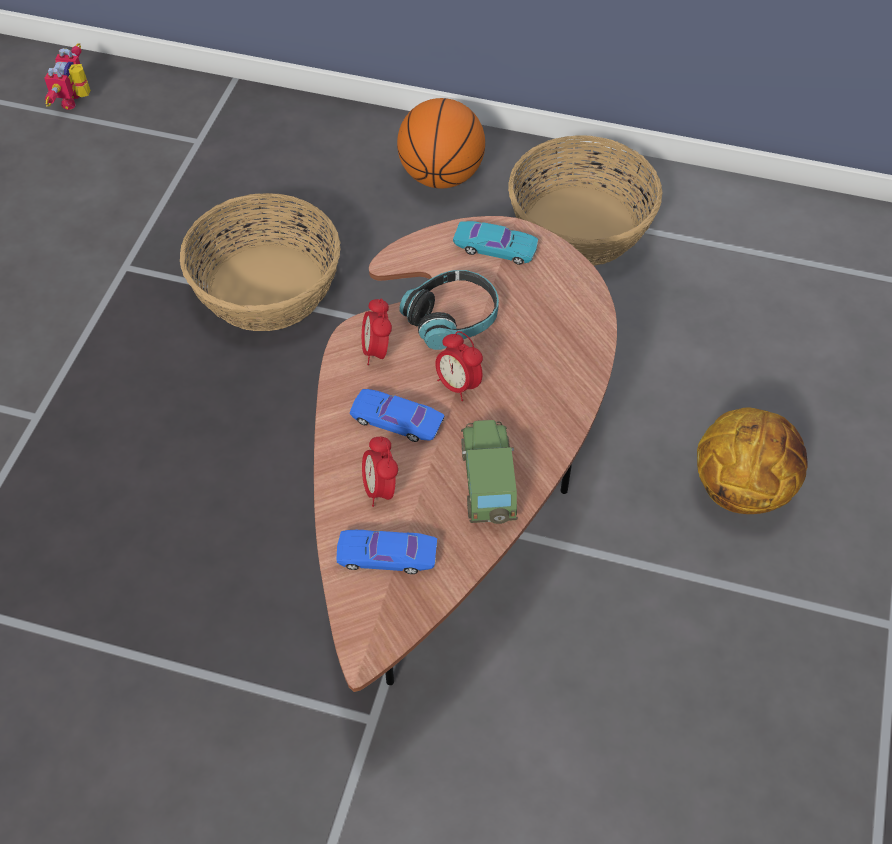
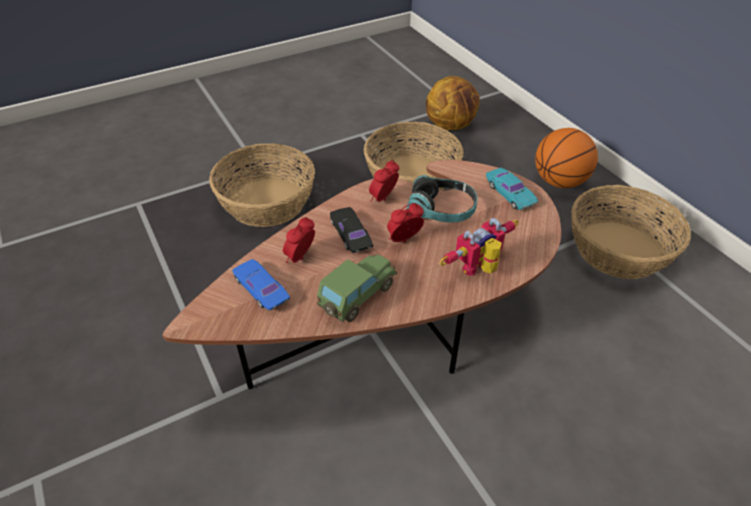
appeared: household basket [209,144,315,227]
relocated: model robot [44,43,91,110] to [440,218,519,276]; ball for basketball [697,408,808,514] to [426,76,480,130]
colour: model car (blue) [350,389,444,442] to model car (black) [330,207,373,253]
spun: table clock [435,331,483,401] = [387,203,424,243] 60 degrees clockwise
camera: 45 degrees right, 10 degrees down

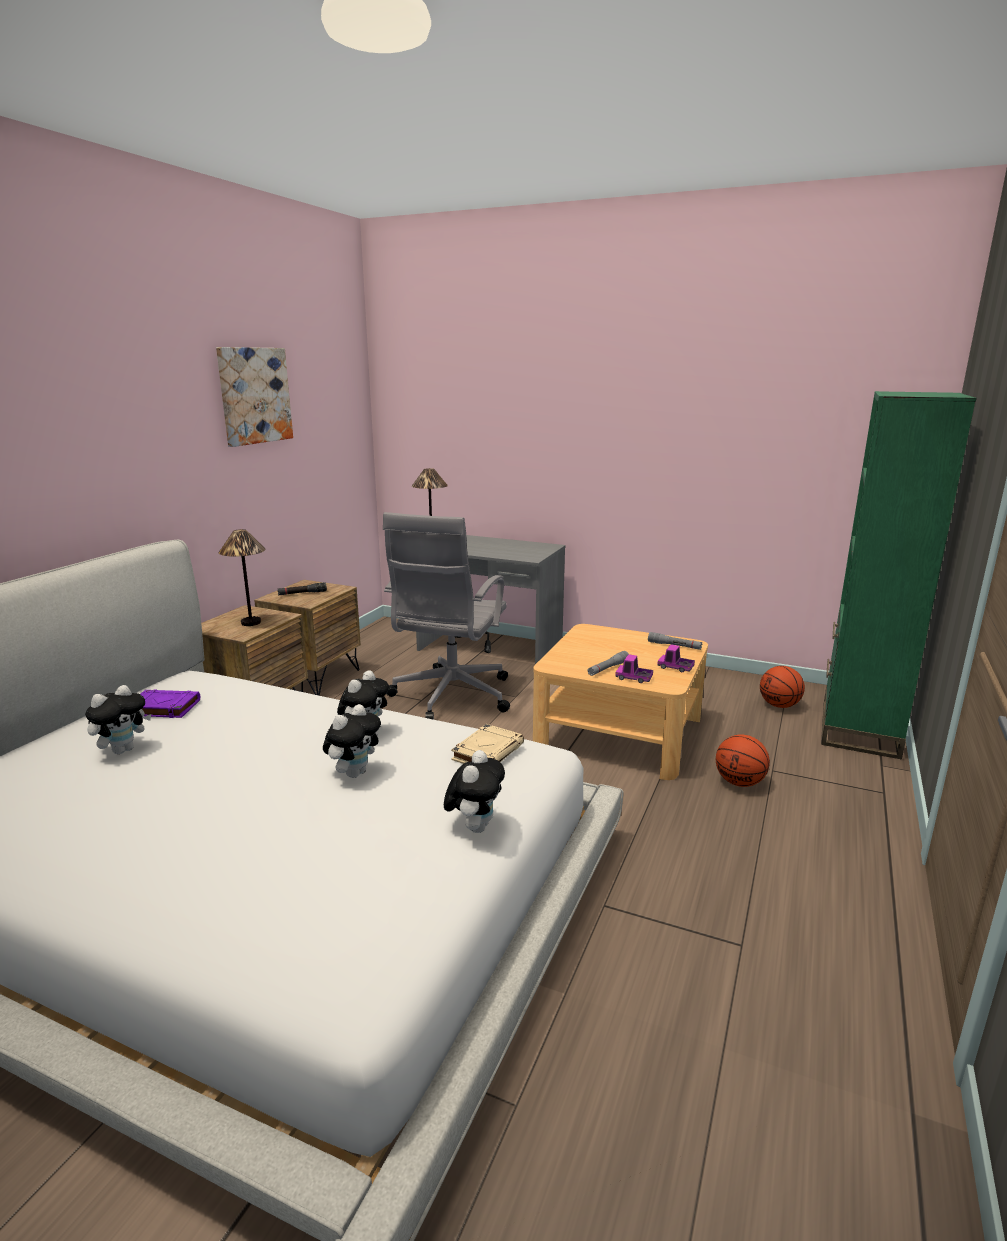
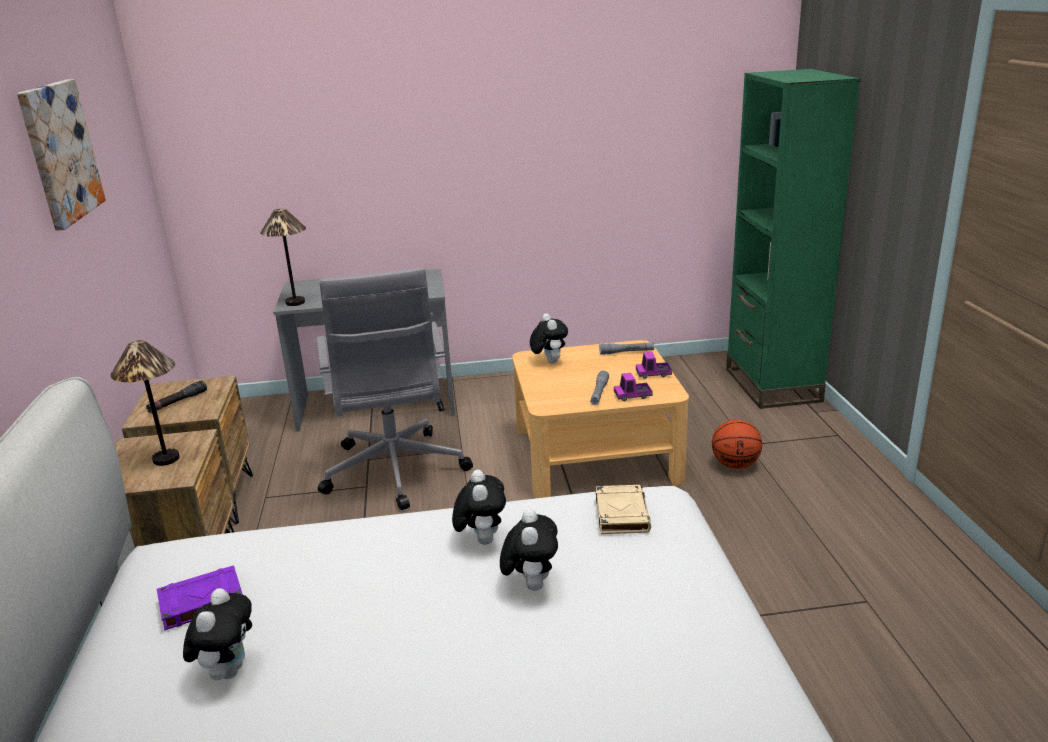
missing: ball for basketball [760,666,805,708]
relocated: plush toy [444,750,505,833] to [530,313,568,364]
camera: 30 degrees left, 5 degrees up

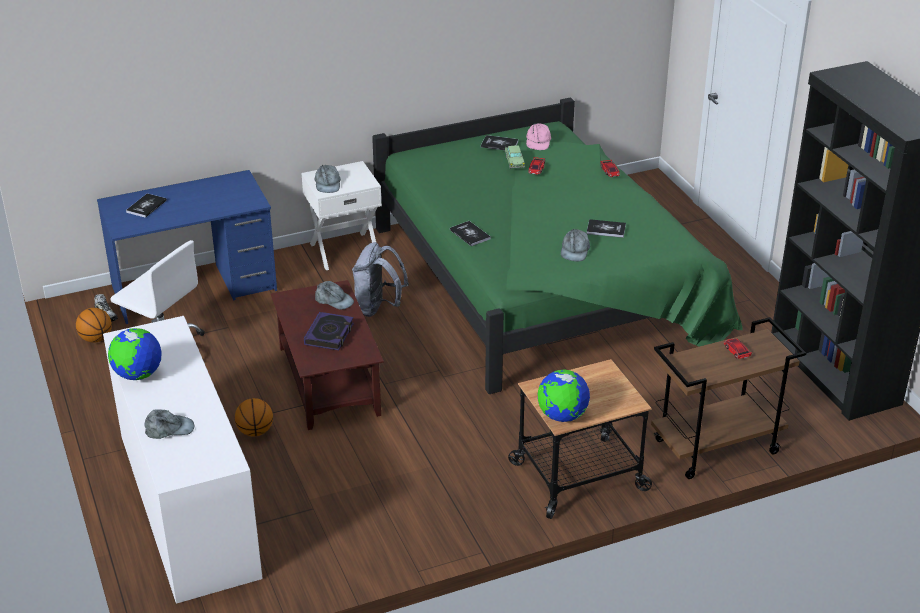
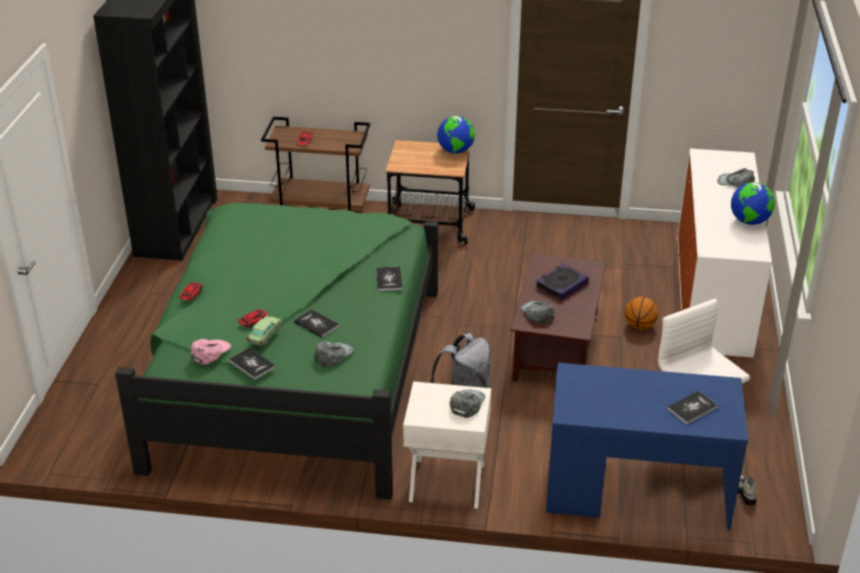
missing: ball for basketball [76,308,112,343]
relocated: baseball cap (greyish) [561,229,590,261] to [314,341,354,367]; bound book [587,219,626,238] to [294,309,340,338]
camera: 150 degrees left, 0 degrees up

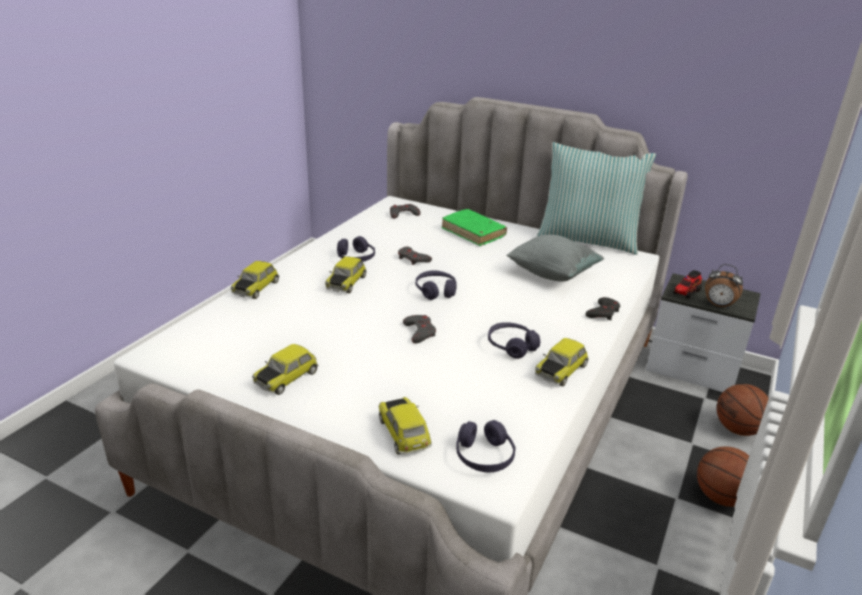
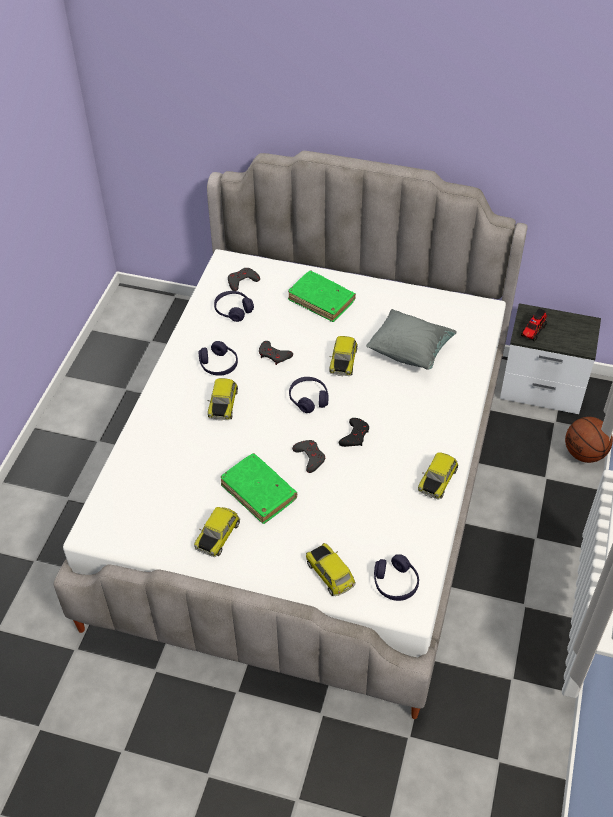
missing: cushion [536,142,656,255]; ball for basketball [697,446,749,507]; table clock [705,264,743,309]
appeared: bound book (green-coloured) [221,453,297,524]
relocated: model car [231,261,279,299] to [329,336,358,376]; pair of headphones (purple) [488,322,540,359] to [214,291,254,322]; gamepad (black) [585,297,620,320] to [339,418,369,447]
camera: 10 degrees left, 20 degrees up

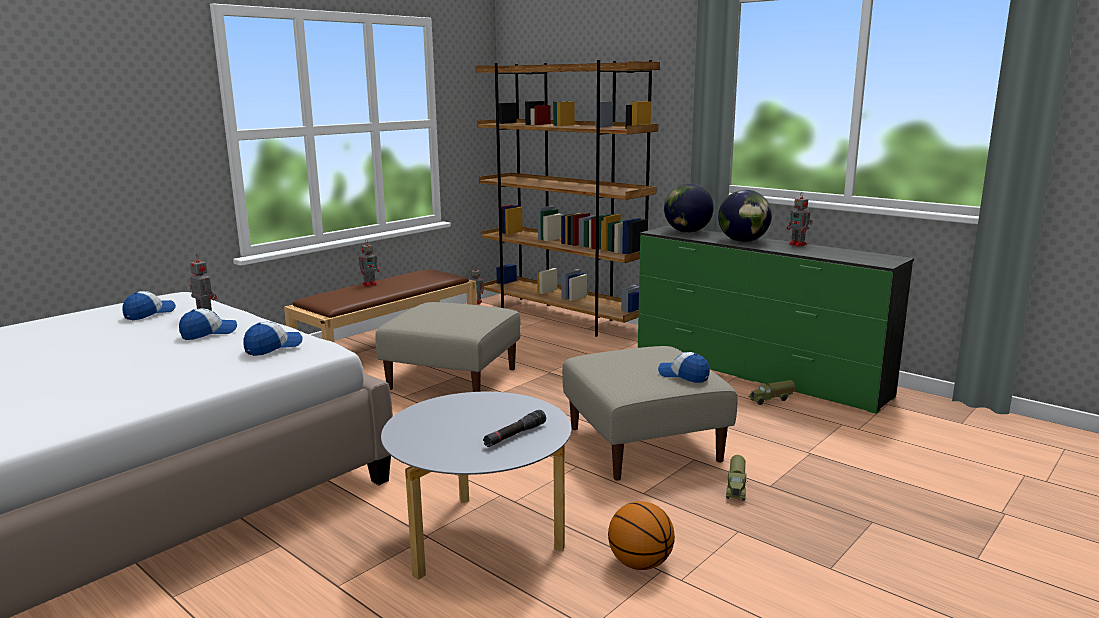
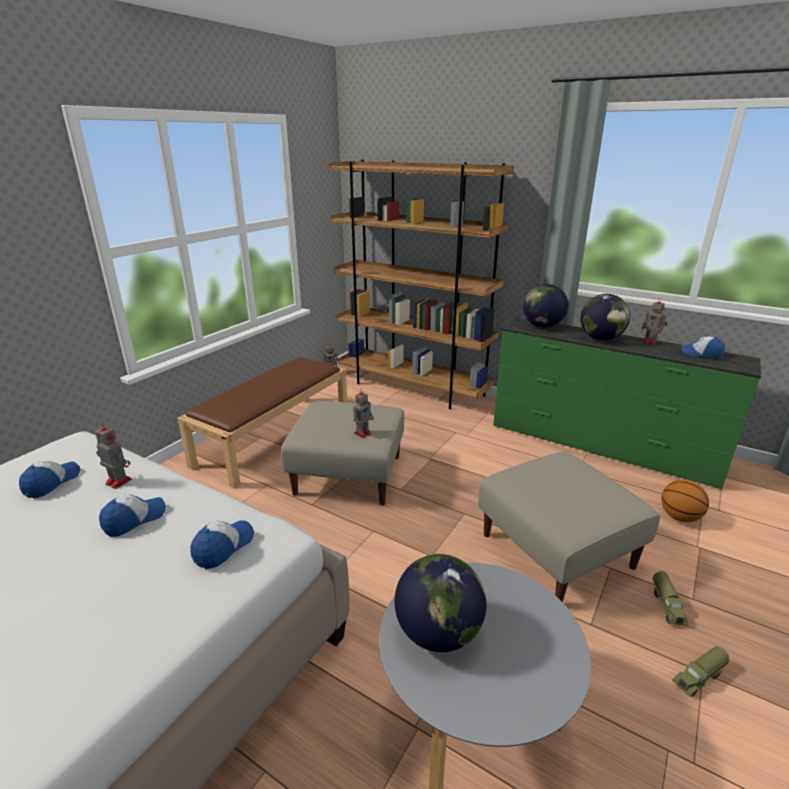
missing: hand torch (black) [483,410,546,447]
appeared: globe [395,554,486,652]
relocated: model robot [359,240,380,287] to [353,388,374,438]; ball for basketball [608,501,675,570] to [662,480,709,522]; baseball cap [658,352,710,383] to [681,336,725,359]; model truck [748,380,795,405] to [672,646,730,697]
camera: 10 degrees left, 10 degrees up

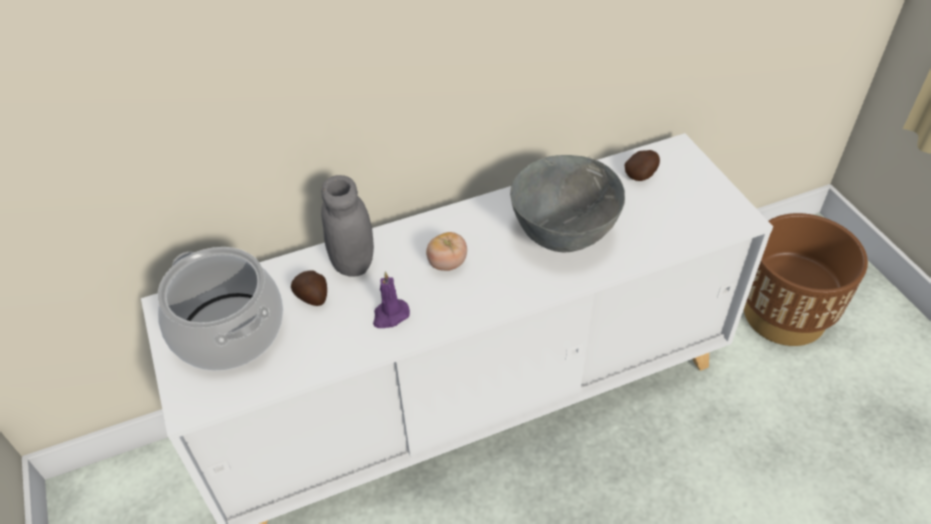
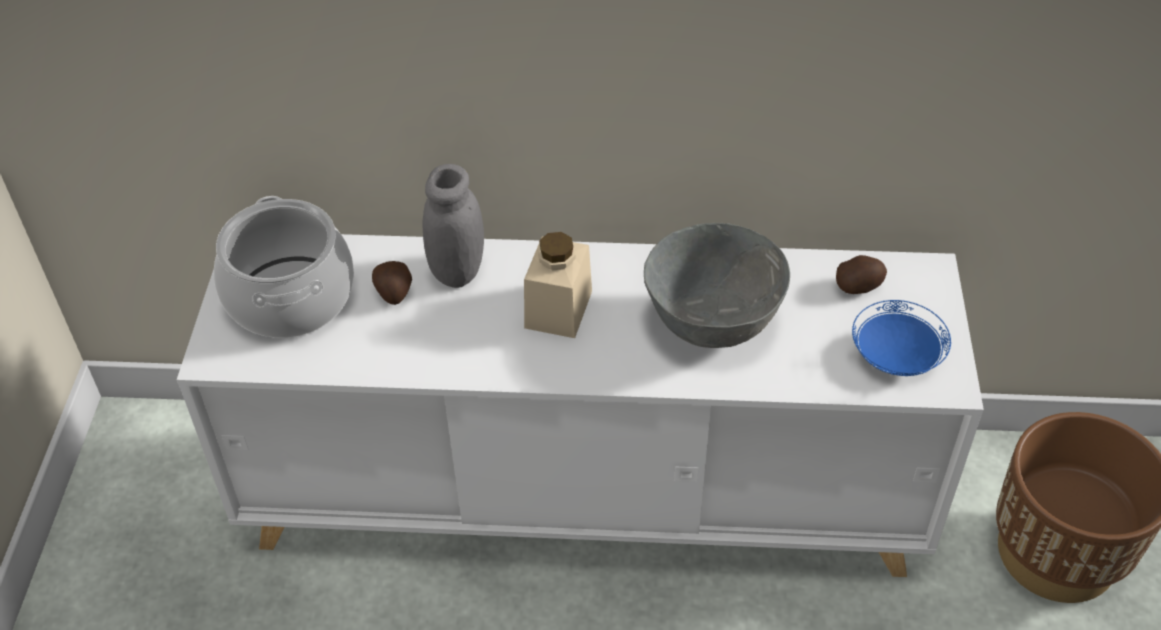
missing: candle (purple) [373,272,410,328]
appeared: flat dish (blue) [852,300,951,376]
exchanged: whole tomato [426,232,467,271] to storage jar (sand-coloured) [524,232,592,338]
camera: 25 degrees right, 0 degrees up

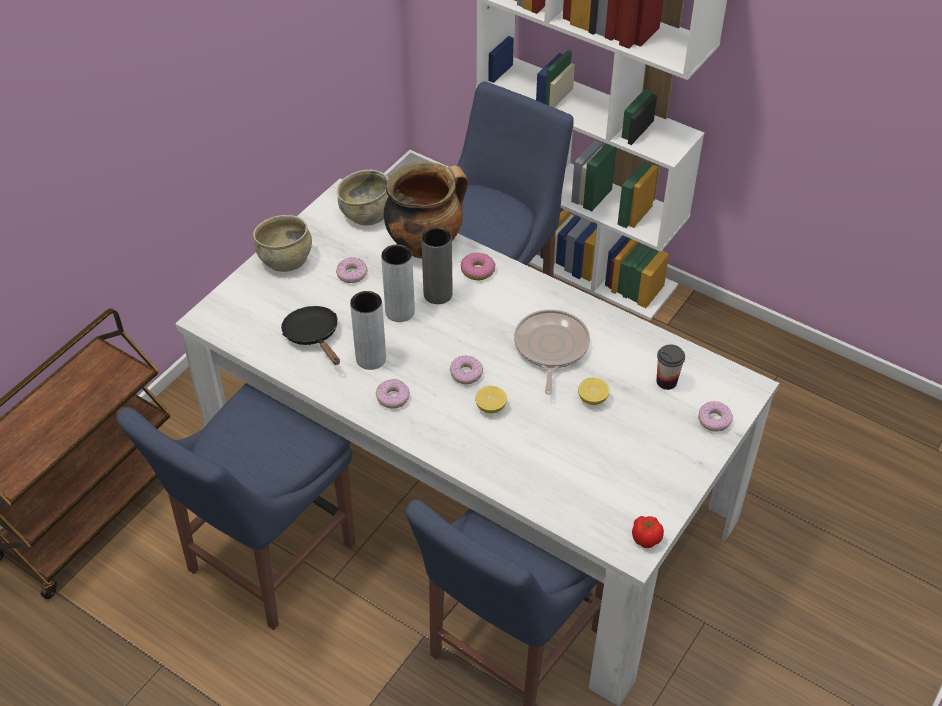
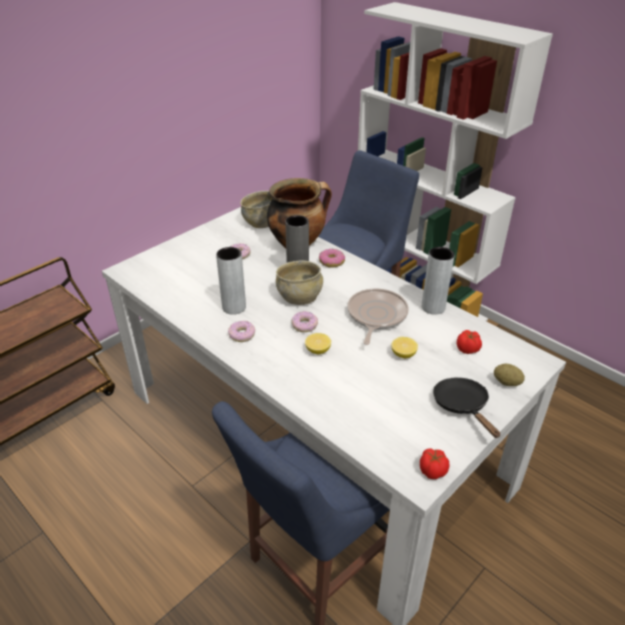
missing: upright chair (blue) [116,383,355,630]
relocated: bowl (sand-coloured) [253,215,312,272] to [276,260,323,305]; frying pan (black) [281,306,340,365] to [433,377,500,438]; vase (greyish) [381,244,415,322] to [422,247,455,315]
exchanged: cup [657,344,685,390] to whole tomato [457,330,482,354]; ring doughnut [698,401,733,432] to spud [494,364,525,386]
camera: 10 degrees right, 10 degrees down

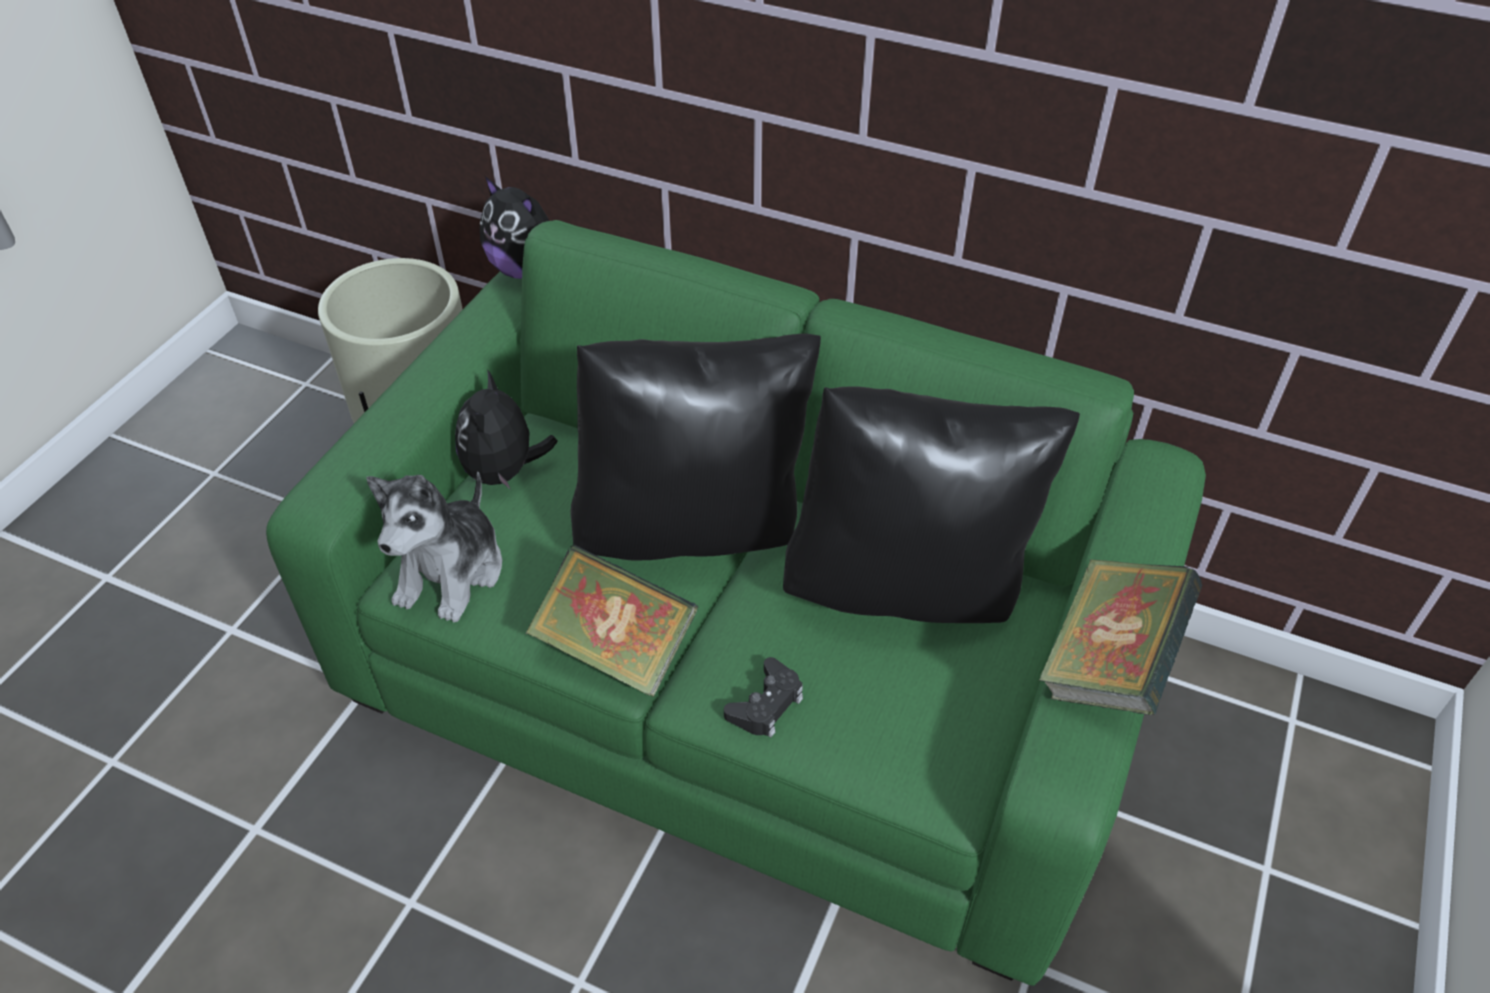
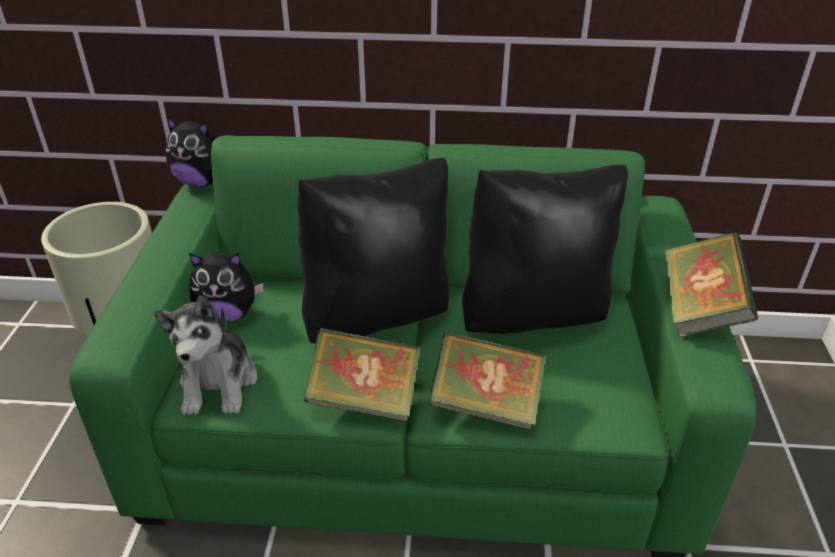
exchanged: gamepad (black) [724,657,803,737] to bound book [428,331,546,429]
spun: plush toy [455,369,558,490] = [189,253,264,322] 75 degrees counterclockwise
camera: 20 degrees left, 10 degrees down

